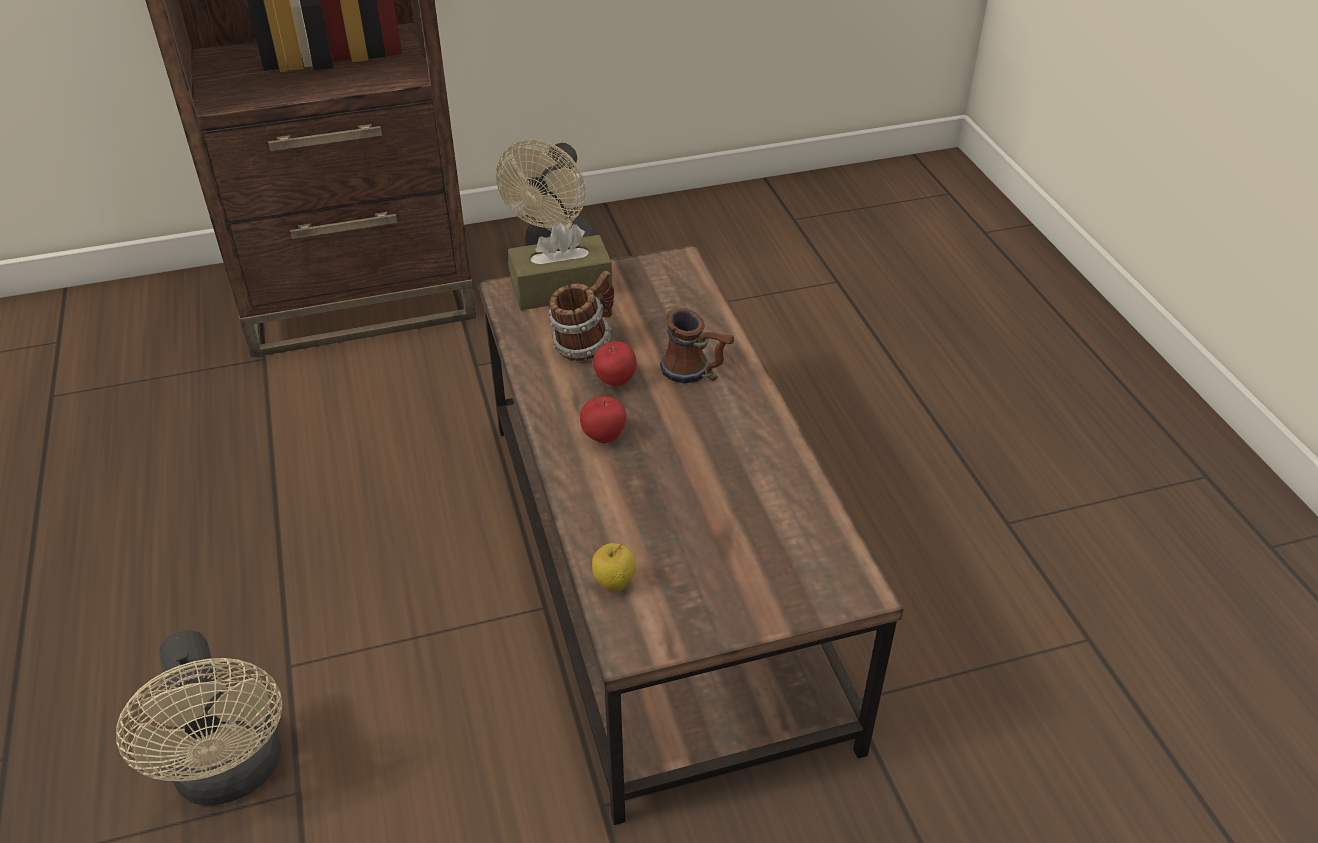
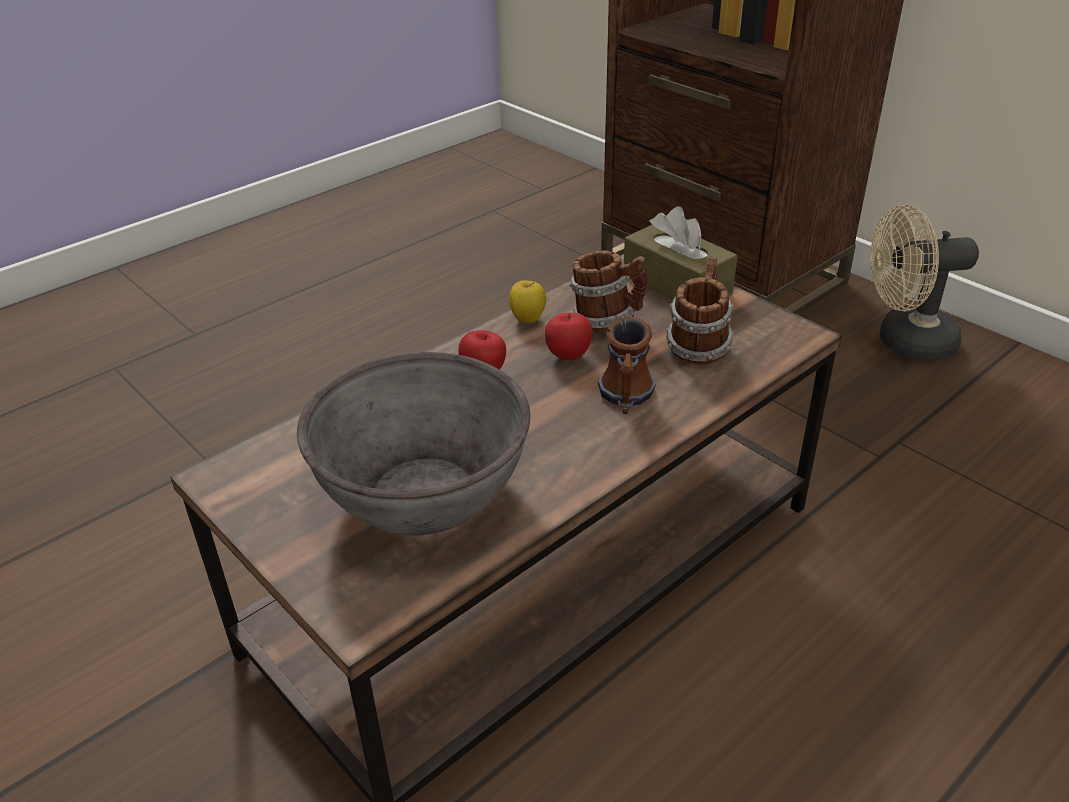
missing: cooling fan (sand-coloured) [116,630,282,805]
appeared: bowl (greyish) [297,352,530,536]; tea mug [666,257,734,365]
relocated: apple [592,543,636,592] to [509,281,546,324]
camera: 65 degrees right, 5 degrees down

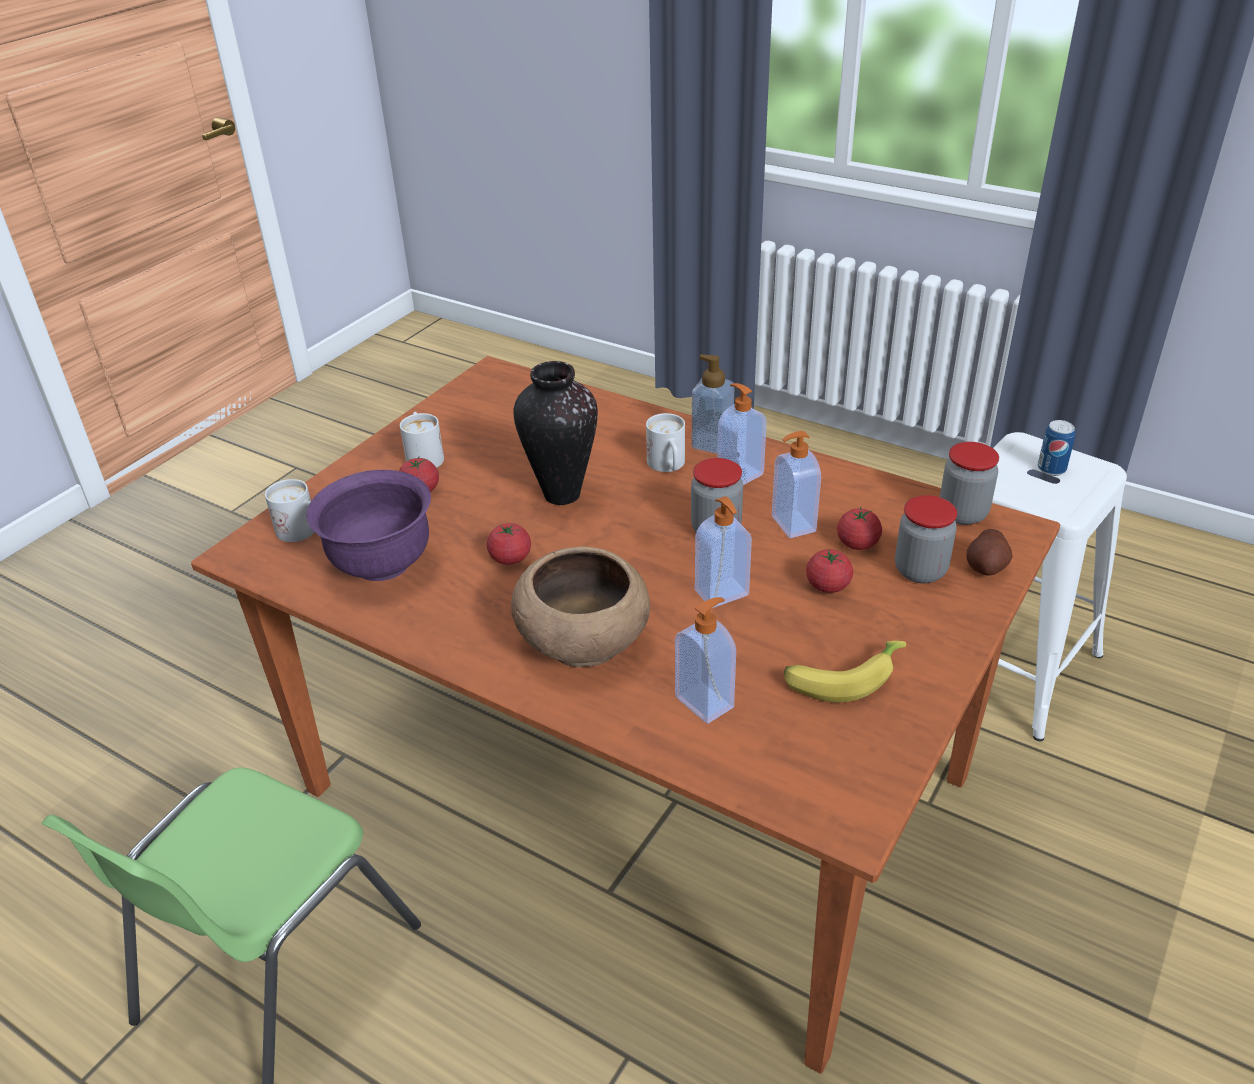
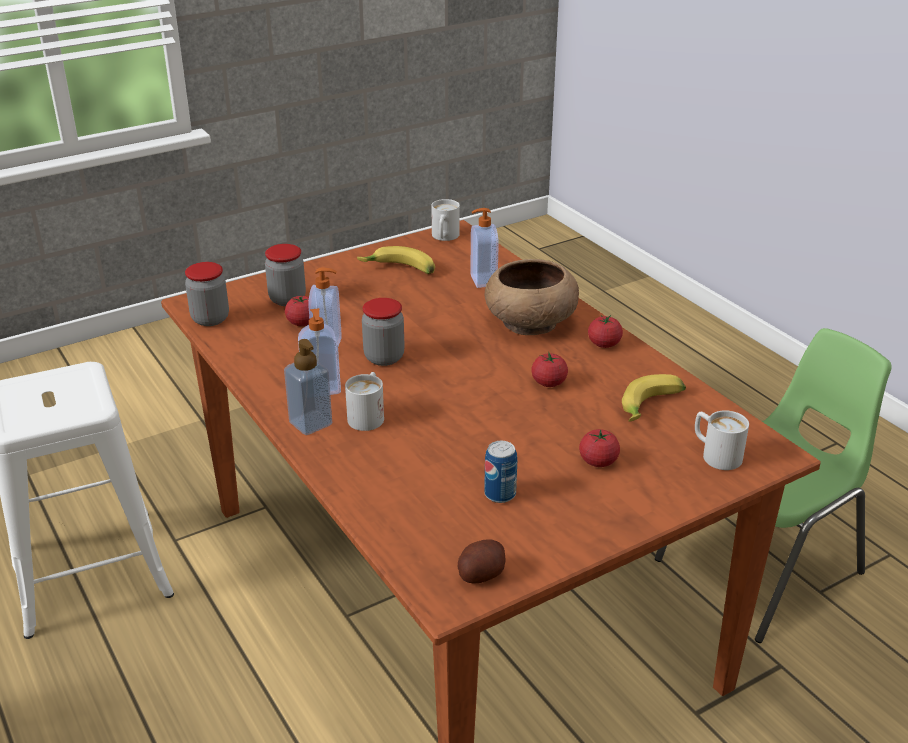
missing: vase [513,361,598,505]; soap bottle [695,496,752,608]
relocated: tea mug (white) [400,412,444,468] to [431,199,460,241]; whole tomato [806,549,853,593] to [588,315,623,348]; spud [966,529,1013,575] to [458,539,506,584]; metal can [1038,420,1075,476] to [484,441,517,503]
exchanged: bowl (purple) [306,470,431,581] to banana fruit [622,374,686,422]
camera: 155 degrees left, 5 degrees down

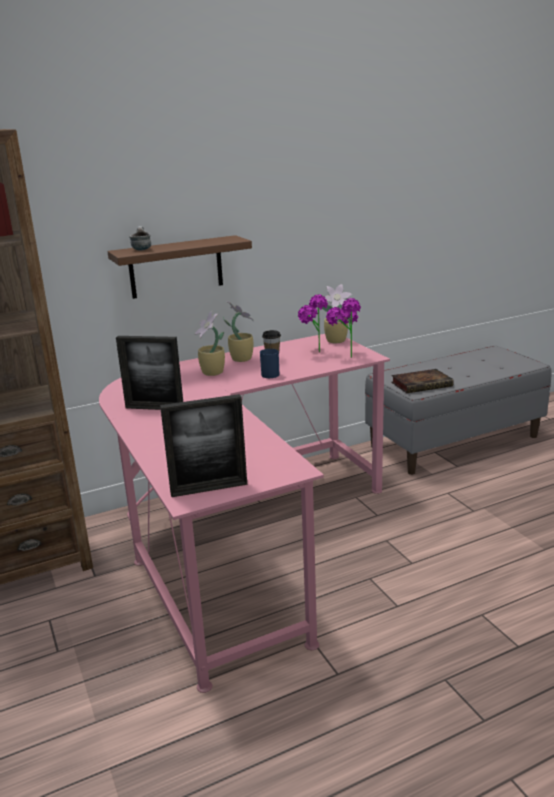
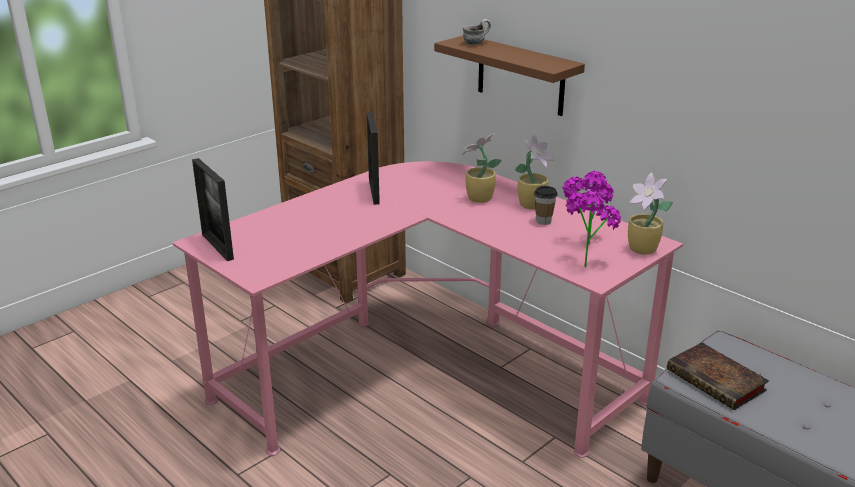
missing: tea mug (blue) [260,349,279,378]
camera: 70 degrees right, 5 degrees up

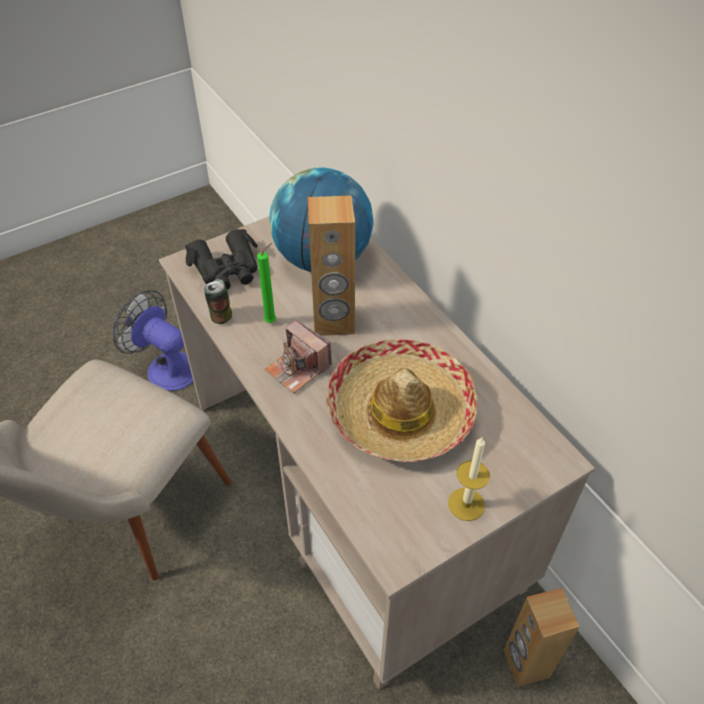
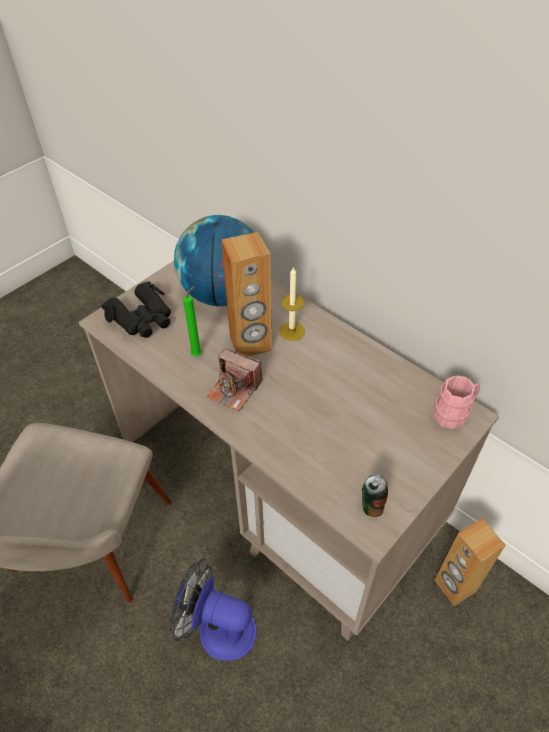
missing: clothing hat [326,339,478,462]
appeared: tea mug (pinkish) [433,375,480,429]
relocated: cooling fan [113,290,193,391] to [169,559,257,661]; metal can [205,279,232,324] to [362,473,388,517]; candle [448,437,490,521] to [279,266,305,341]
camera: 15 degrees left, 0 degrees up

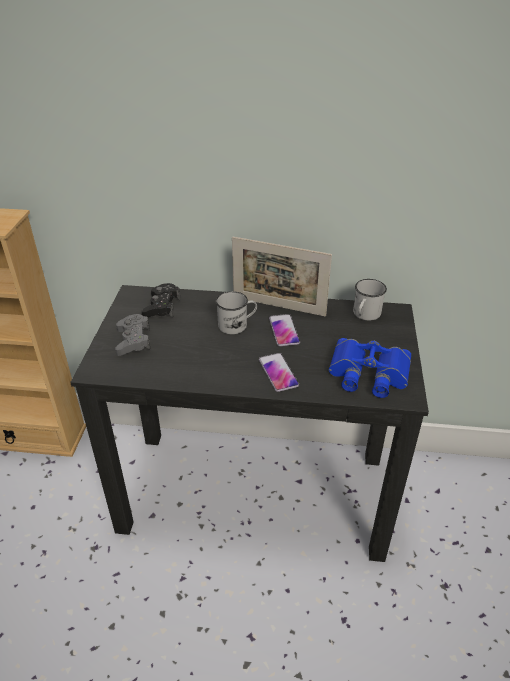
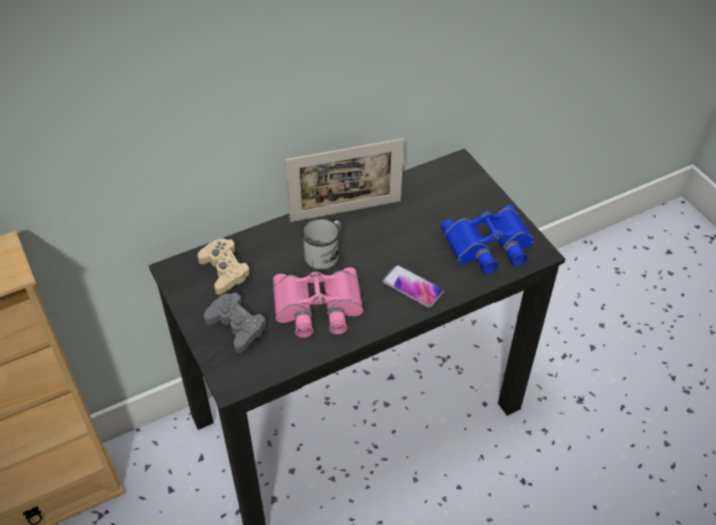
missing: phone [269,314,300,346]; tea mug (white) [353,279,387,320]
appeared: field glasses (pinkish) [273,267,363,338]
colour: gamepad (black) [141,283,180,318] to gamepad (sand-coloured) [198,238,251,295]
camera: 35 degrees left, 10 degrees up

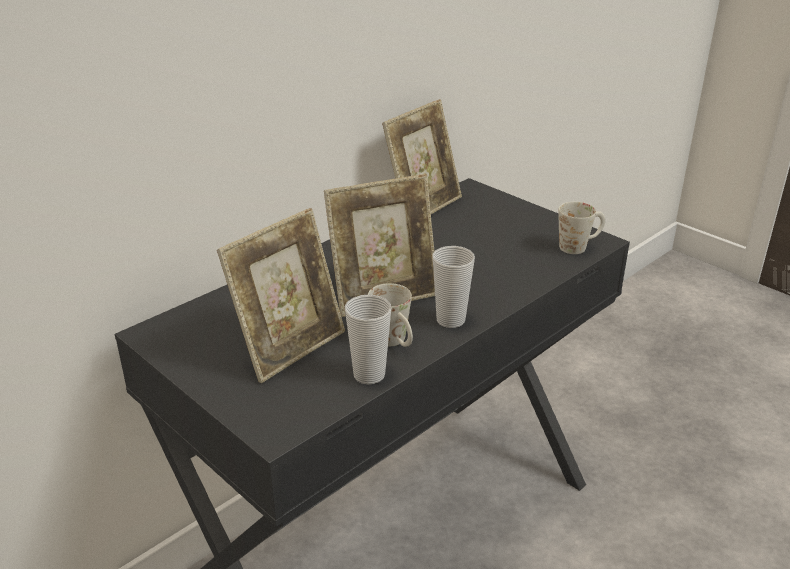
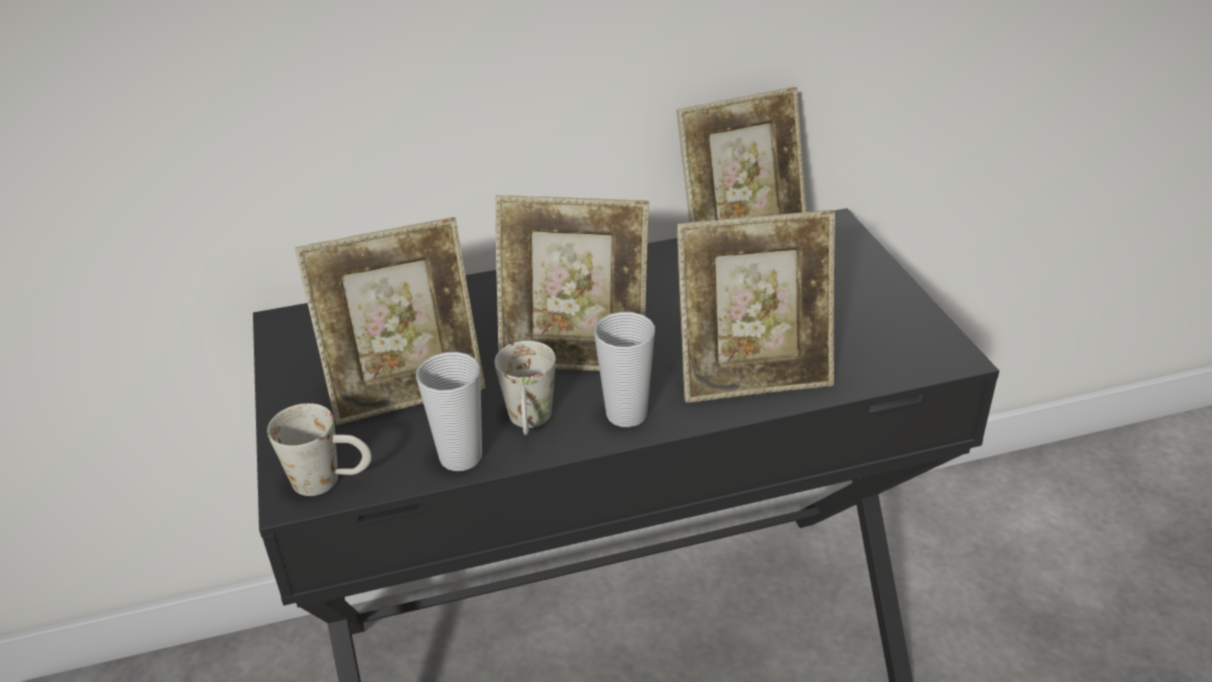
appeared: photo frame [677,210,835,403]
relocated: tea mug (white) [558,202,605,254] to [267,403,372,496]
camera: 30 degrees right, 5 degrees up

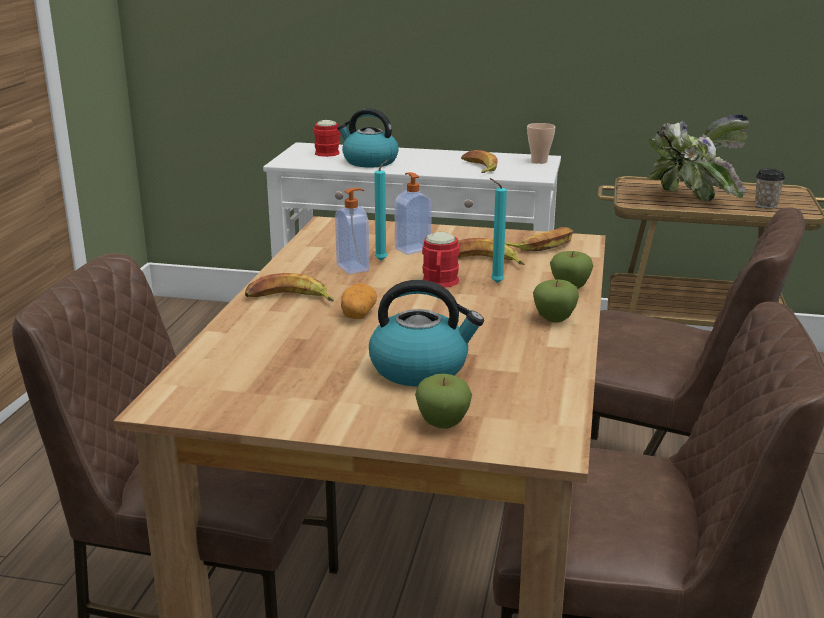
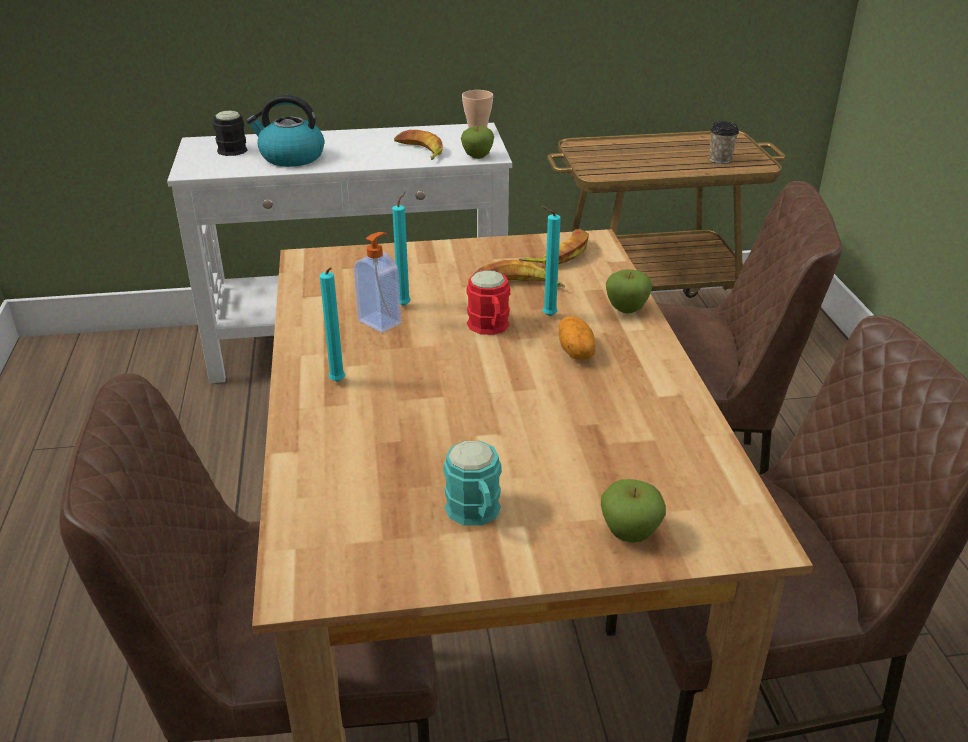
missing: kettle [369,280,484,387]; soap bottle [395,172,432,255]; houseplant [647,115,749,201]
appeared: tea mug (turquoise) [443,441,502,526]
relocated: spud [341,283,377,319] to [559,316,596,360]; apple [533,280,579,323] to [461,126,494,159]
exchanged: banana fruit [245,273,334,301] to candle (turquoise) [320,267,345,382]
colour: tea mug (red-coloured) [314,120,341,157] to tea mug (black) [213,111,248,156]
camera: 20 degrees left, 10 degrees up

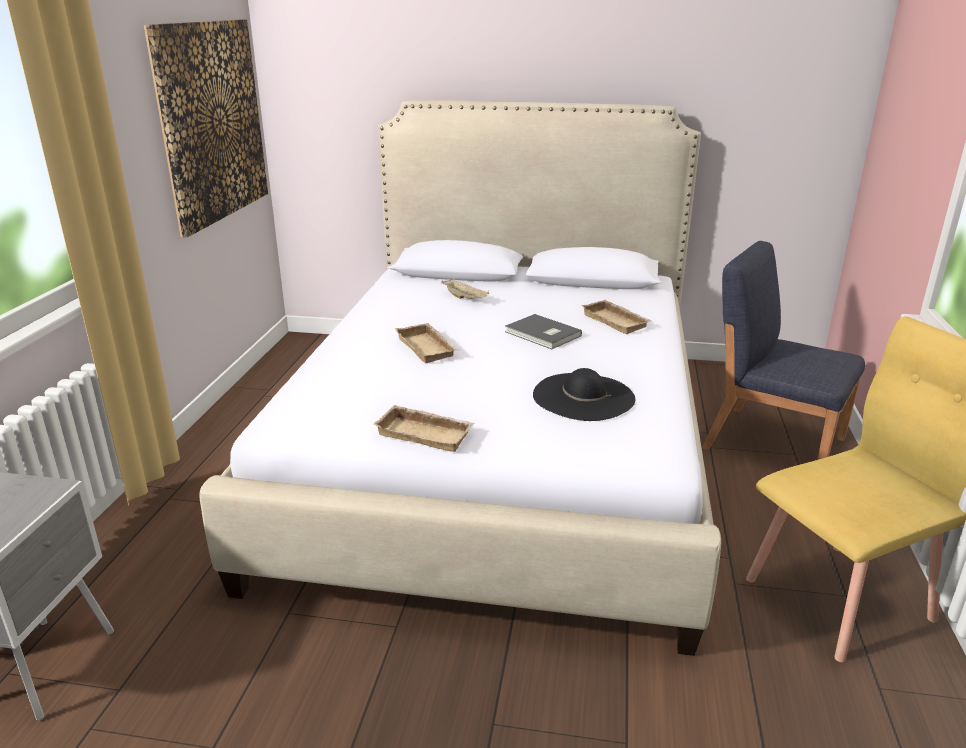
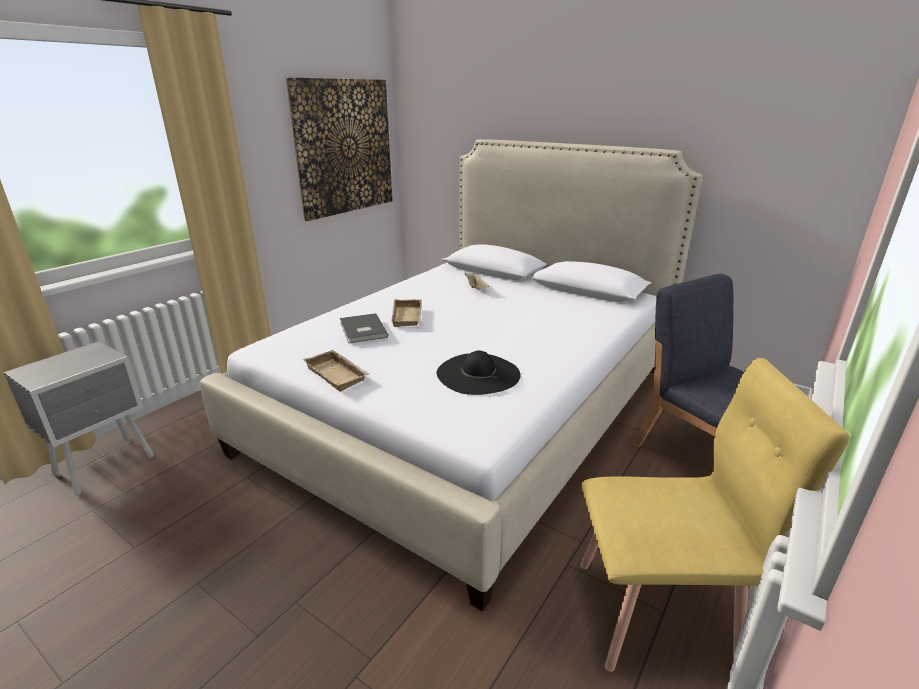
missing: serving tray (sand-coloured) [581,300,651,334]
relocated: bound book (greyish) [505,314,582,349] to [340,313,388,343]
camera: 25 degrees right, 0 degrees up

